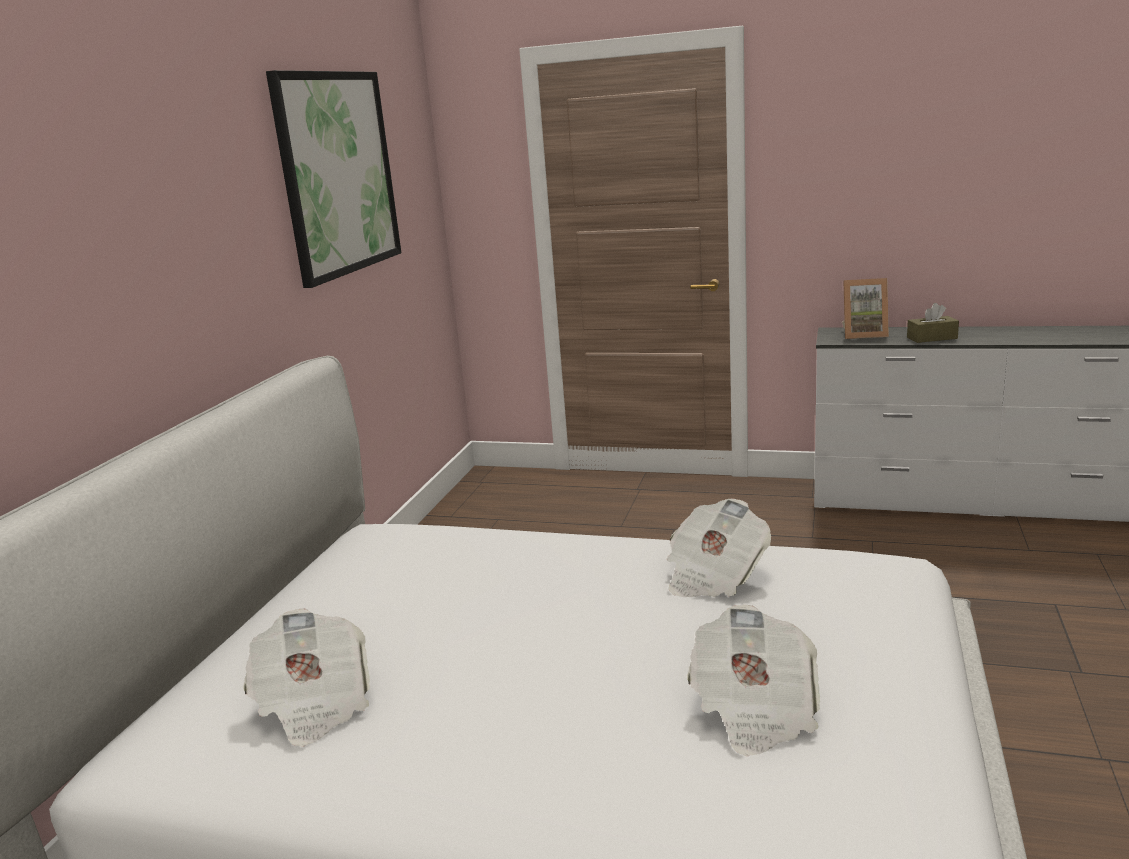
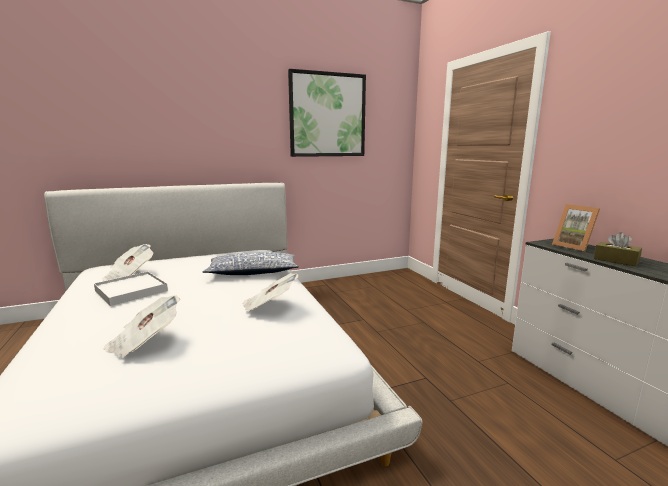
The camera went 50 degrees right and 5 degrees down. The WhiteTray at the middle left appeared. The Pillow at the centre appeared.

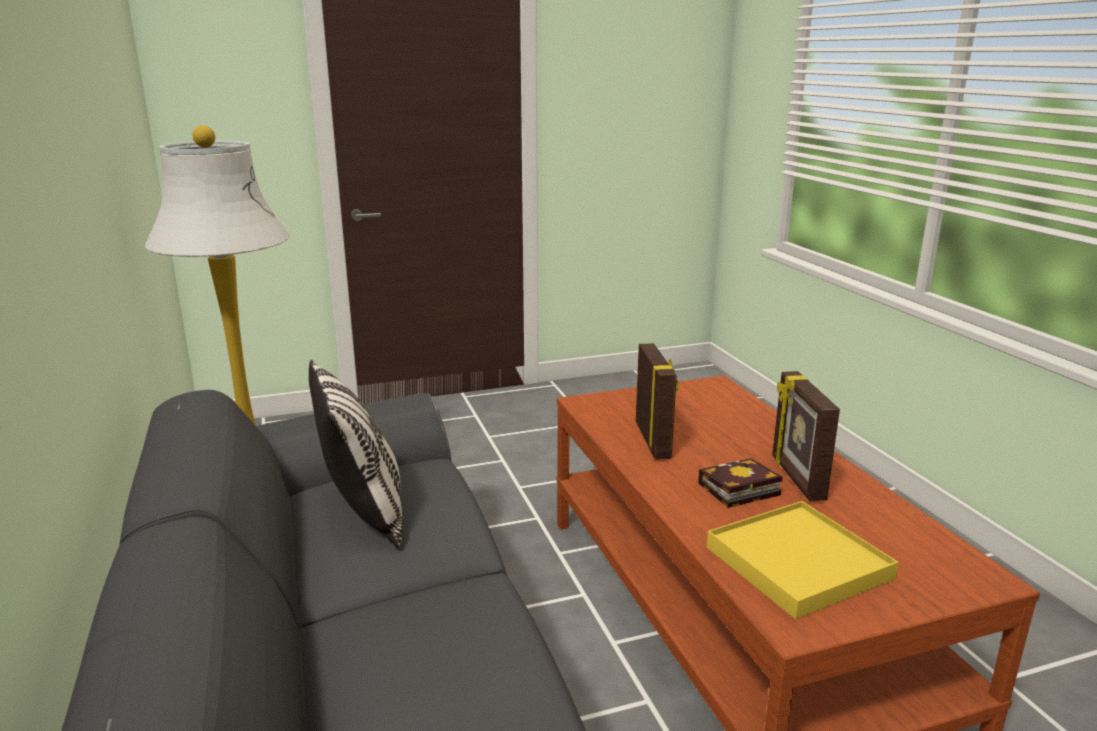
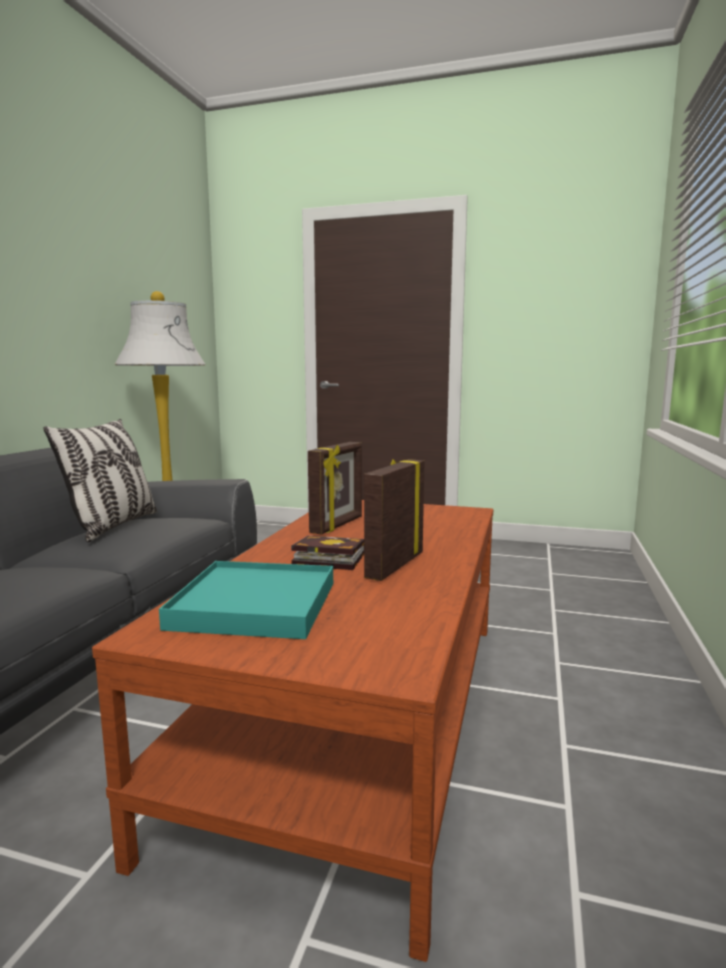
The camera went 35 degrees right and 10 degrees down. The YellowTray at the bottom right became the TurquoiseTray at the centre.

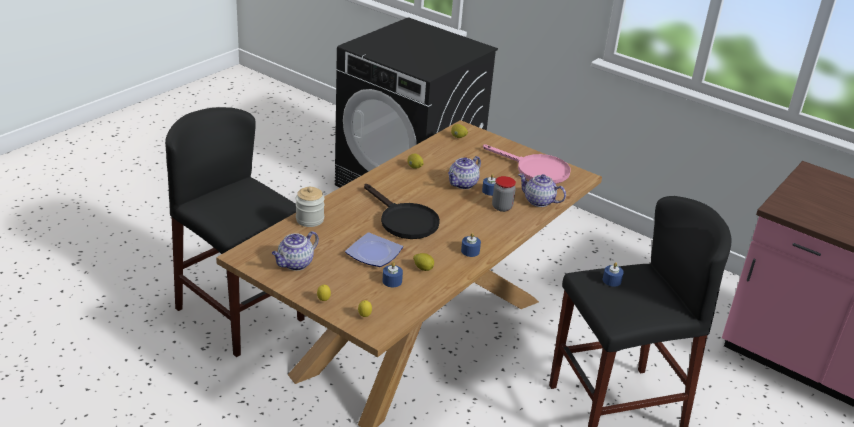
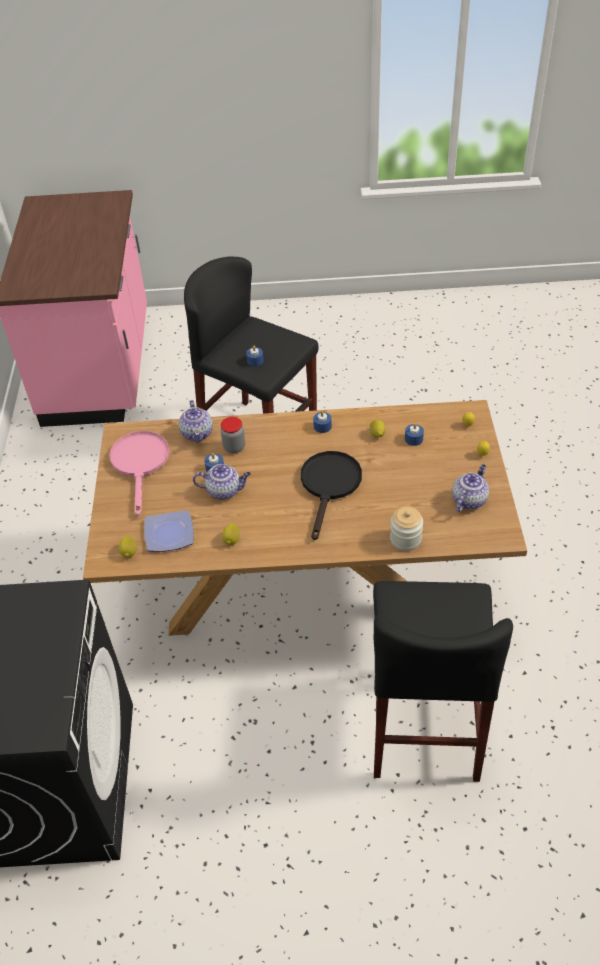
The camera went 125 degrees left and 15 degrees up. The Plate moved from the centre to the middle left. The Teapot (no. 1 from left in the first image) at the centre turned 60 degrees counterclockwise.

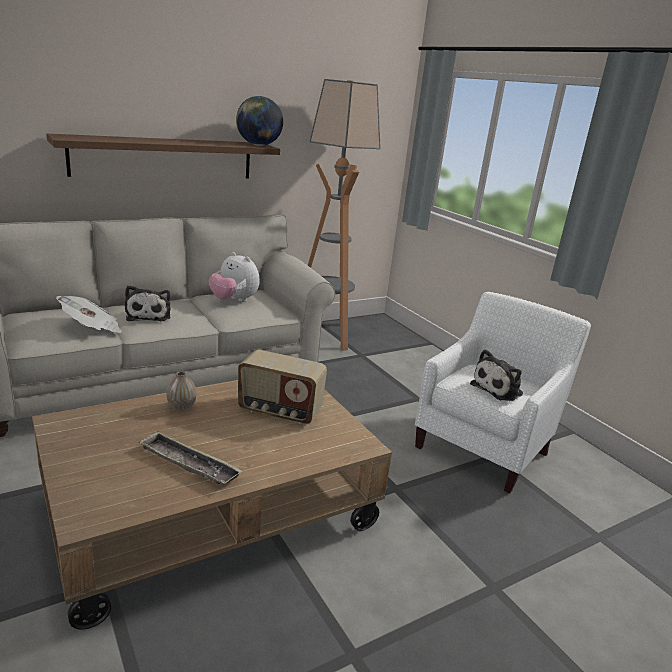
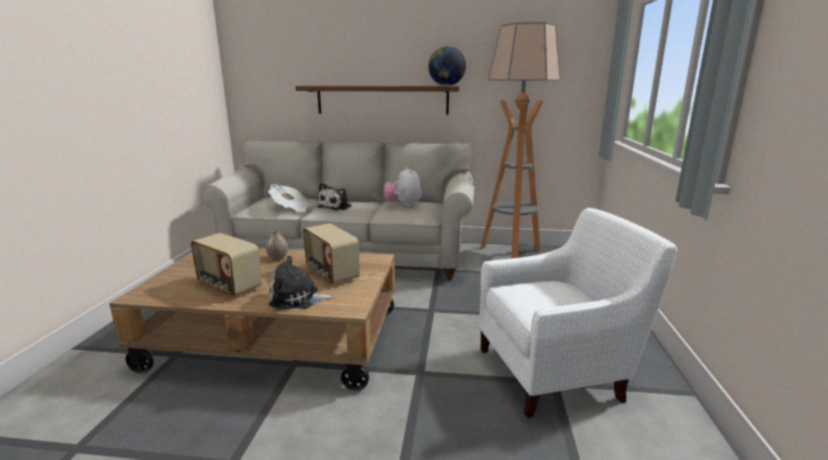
The camera went 40 degrees right and 5 degrees down. The Tray at the bottom left was replaced by the Radio (no. 1 from left) at the middle left. The PlushToy (no. 3 from left in the first image) moved from the middle right to the centre.

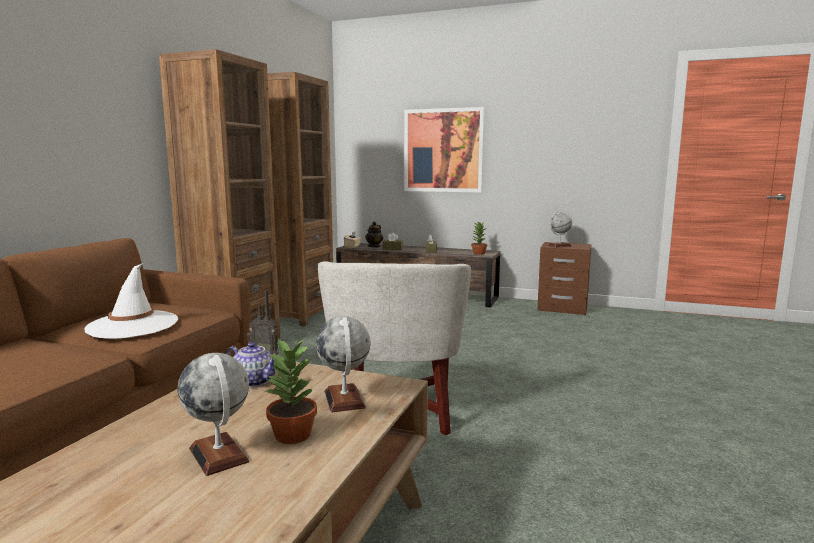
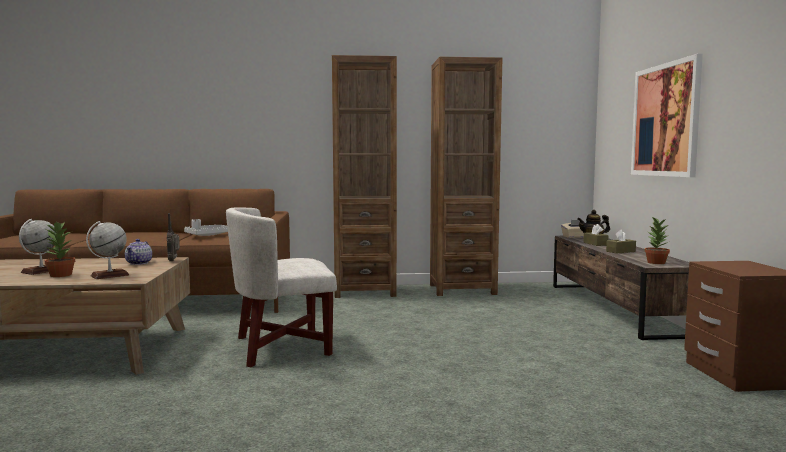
The camera went 65 degrees right and 5 degrees down. The WhiteHat at the middle left was replaced by the GreyTray at the middle left. The Globe (no. 3 from left) at the middle right disappeared.

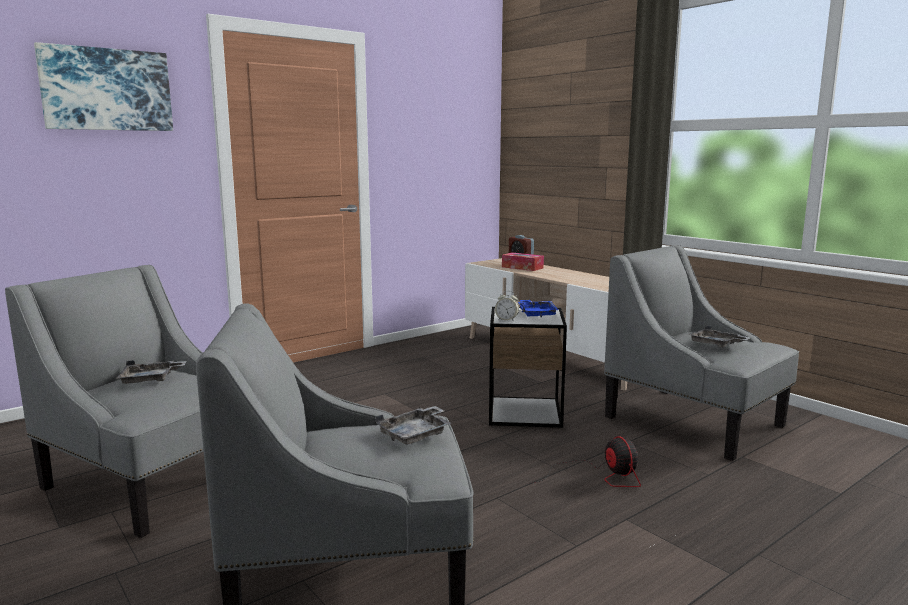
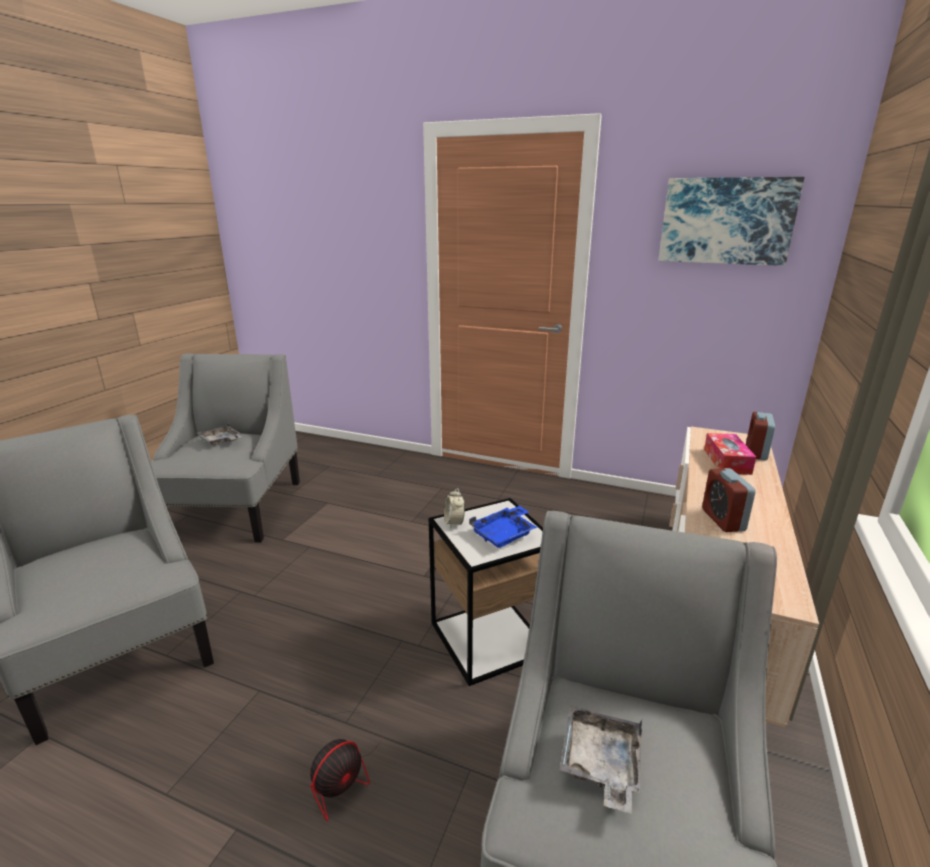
The camera went 60 degrees right and 10 degrees up. The Picture moved from the top left to the top right. The AlarmClock (no. 2 from left) at the middle right appeared. The GreyTray (no. 2 from left) at the bottom centre disappeared.

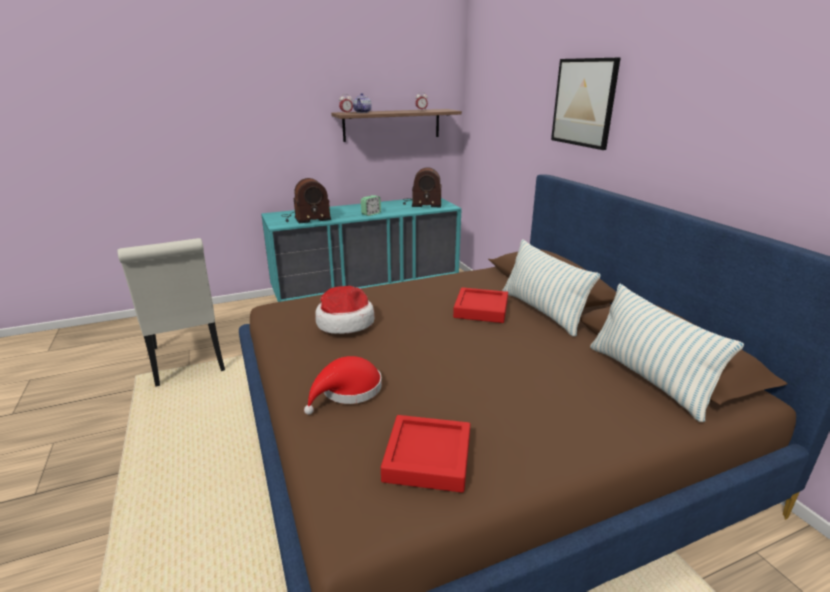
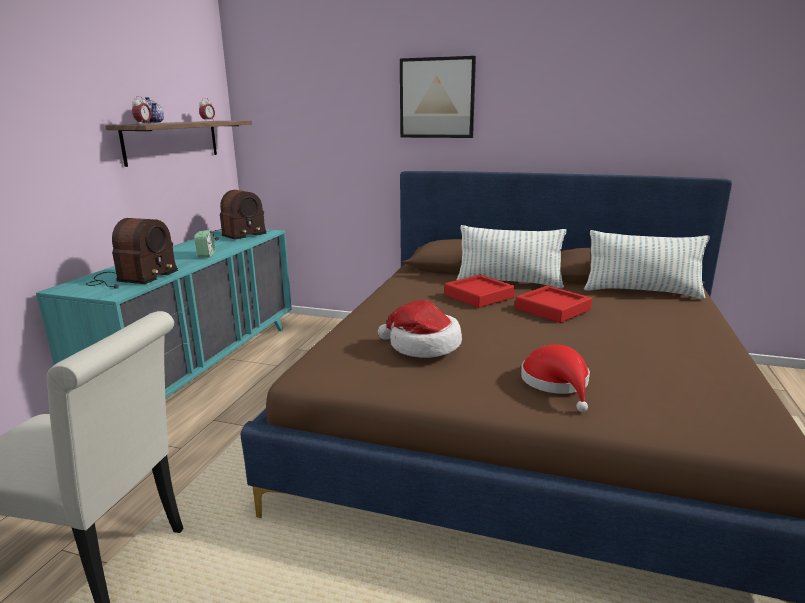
The camera went 50 degrees left and 5 degrees down. The RedTray (no. 1 from left in the first image) moved from the bottom centre to the middle right.

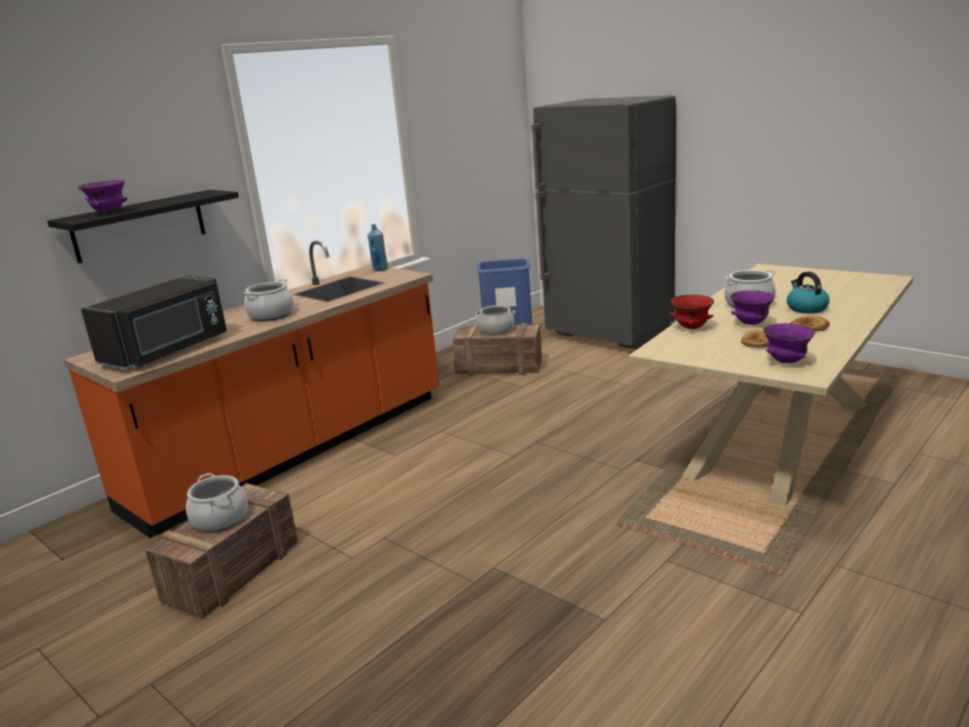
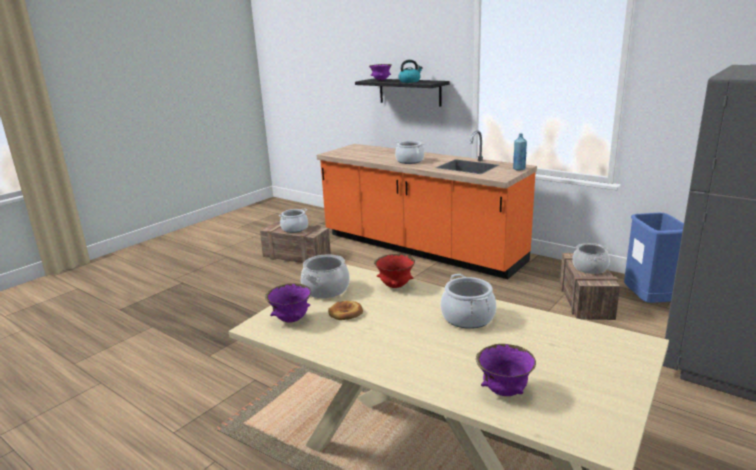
The camera went 85 degrees right and 0 degrees up. The CookingPot (no. 2 from left) at the centre appeared. The Kettle moved from the middle right to the top centre. The PurpleBowl (no. 2 from left in the first image) moved from the middle right to the bottom right. The BlackMicrowave at the middle left disappeared. The Bread (no. 2 from left) at the middle right disappeared.

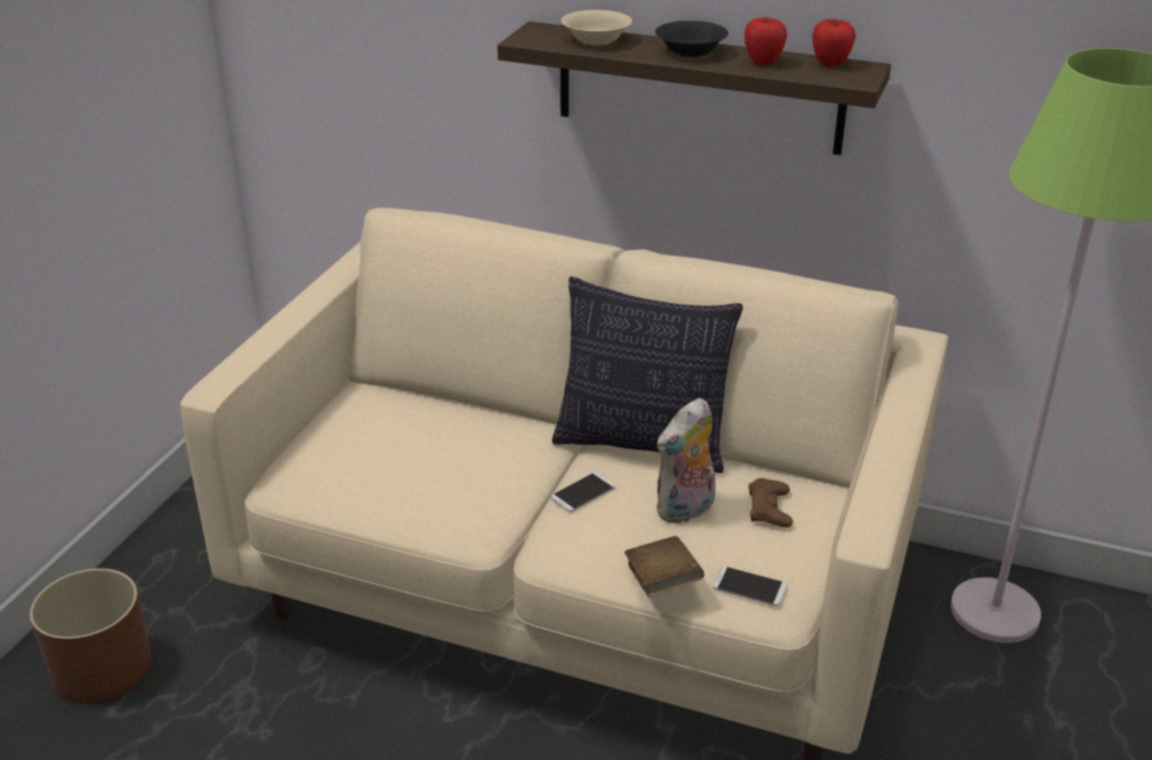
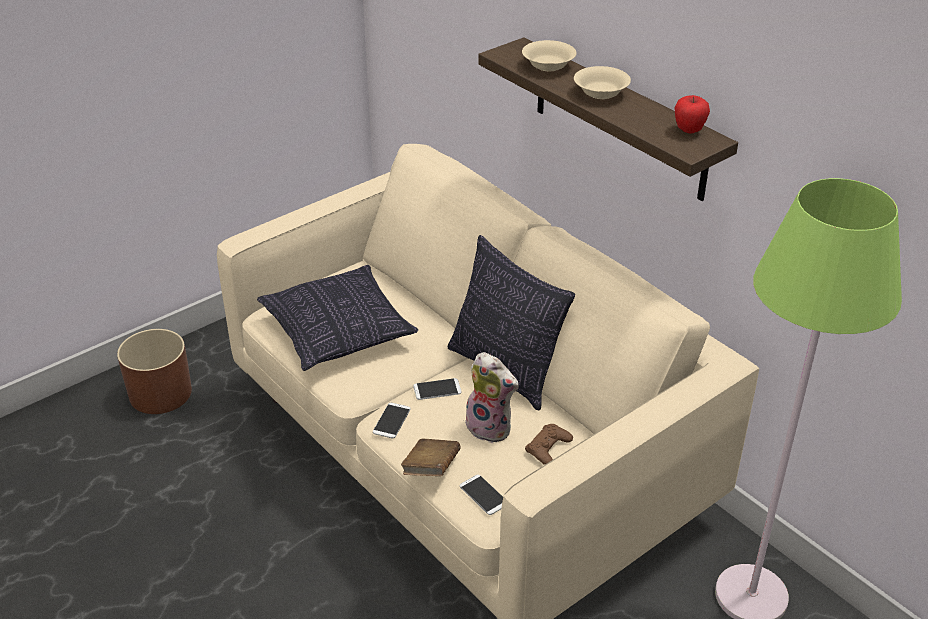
The camera went 30 degrees right and 5 degrees up. The Pillow (no. 1 from left) at the centre appeared. The Phone (no. 1 from left) at the bottom centre appeared. The PlushToy at the centre turned 135 degrees counterclockwise. The BlackBowl at the top centre became the BeigeBowl (no. 2 from left) at the top centre. The Apple (no. 1 from left) at the top centre disappeared.

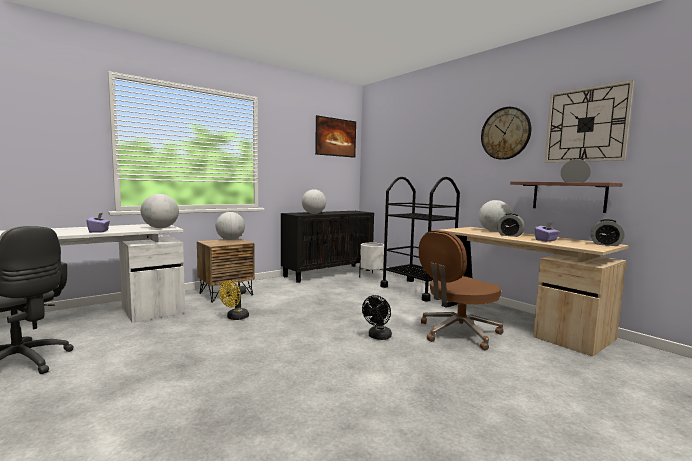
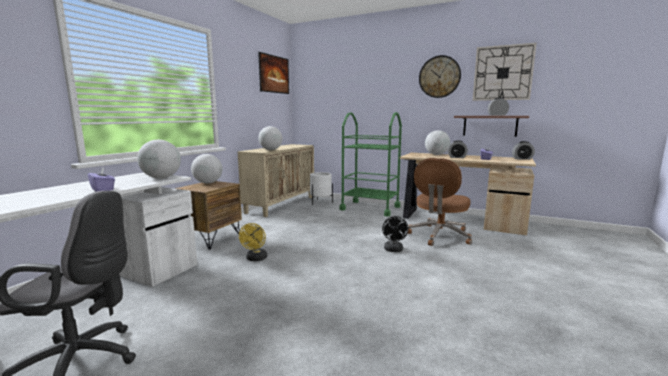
The camera went 25 degrees left and 5 degrees up. The BlackCabinet at the centre became the BeigeCabinet at the centre. The BlackCart at the centre became the GreenCart at the centre.

